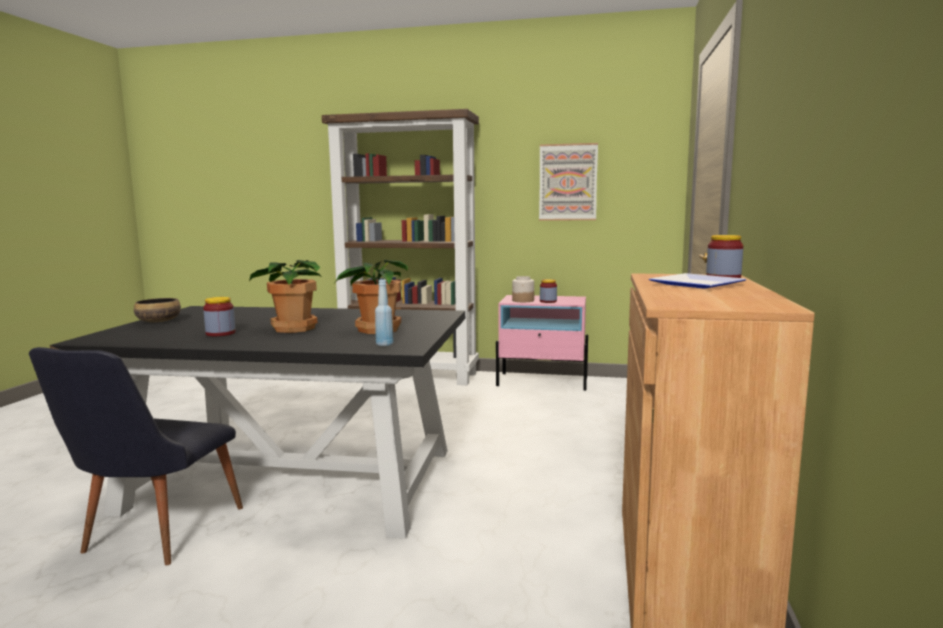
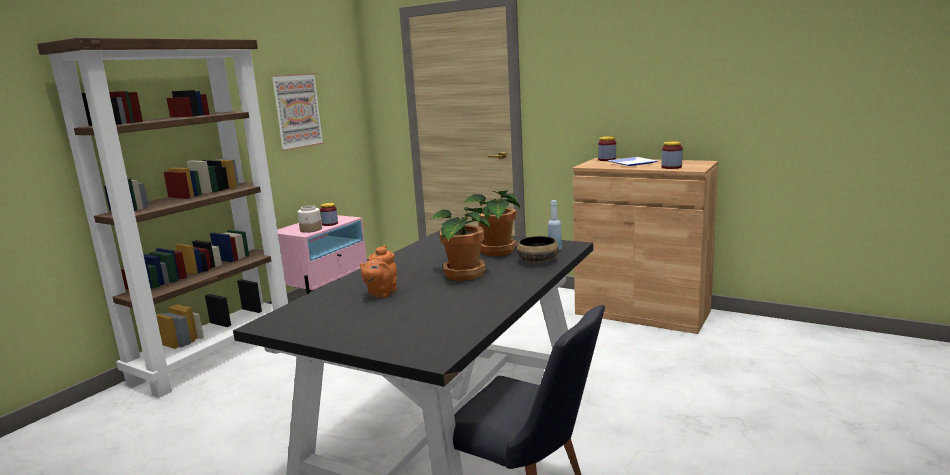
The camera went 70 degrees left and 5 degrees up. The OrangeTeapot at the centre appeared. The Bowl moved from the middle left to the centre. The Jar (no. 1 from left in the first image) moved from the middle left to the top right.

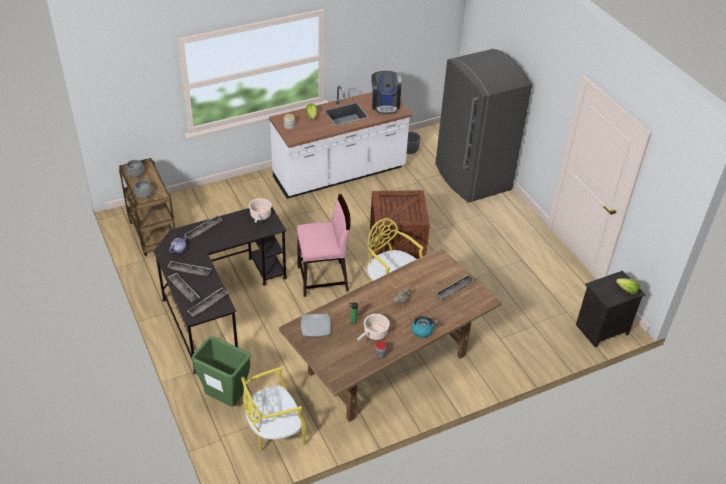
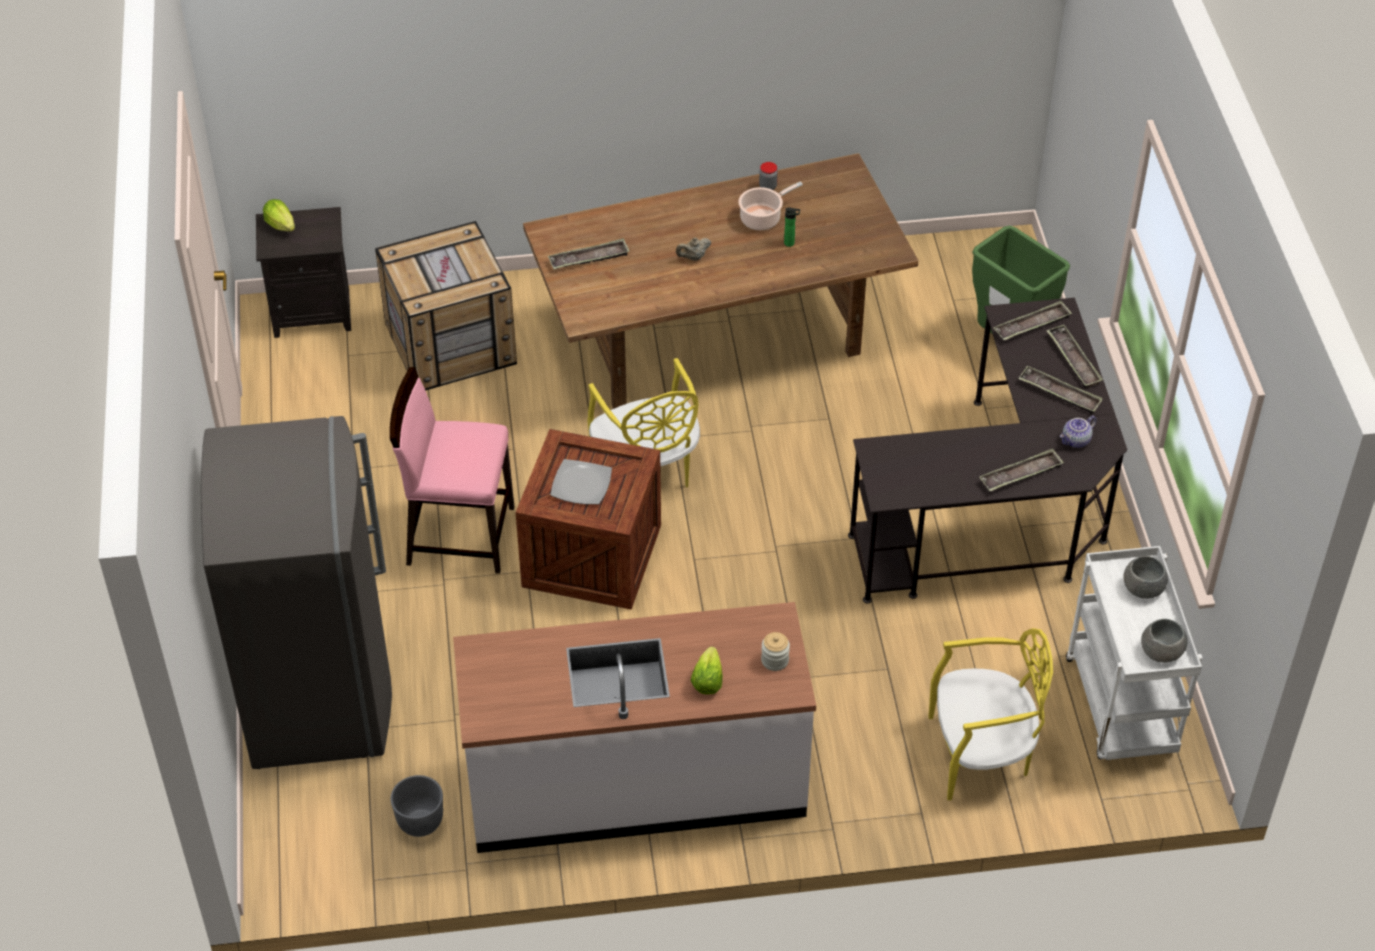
The camera went 160 degrees left and 5 degrees up. The Crate (no. 1 from left) at the top left appeared. The PinkChair moved from the centre to the middle left. The Plate moved from the bottom centre to the centre. The YellowChair (no. 1 from left in the first image) moved from the bottom centre to the bottom right. The BrownCart at the middle left became the WhiteCart at the bottom right. The CookingPot (no. 1 from left) at the centre disappeared. The CoffeeMachine at the top centre disappeared. The Kettle at the bottom centre disappeared.

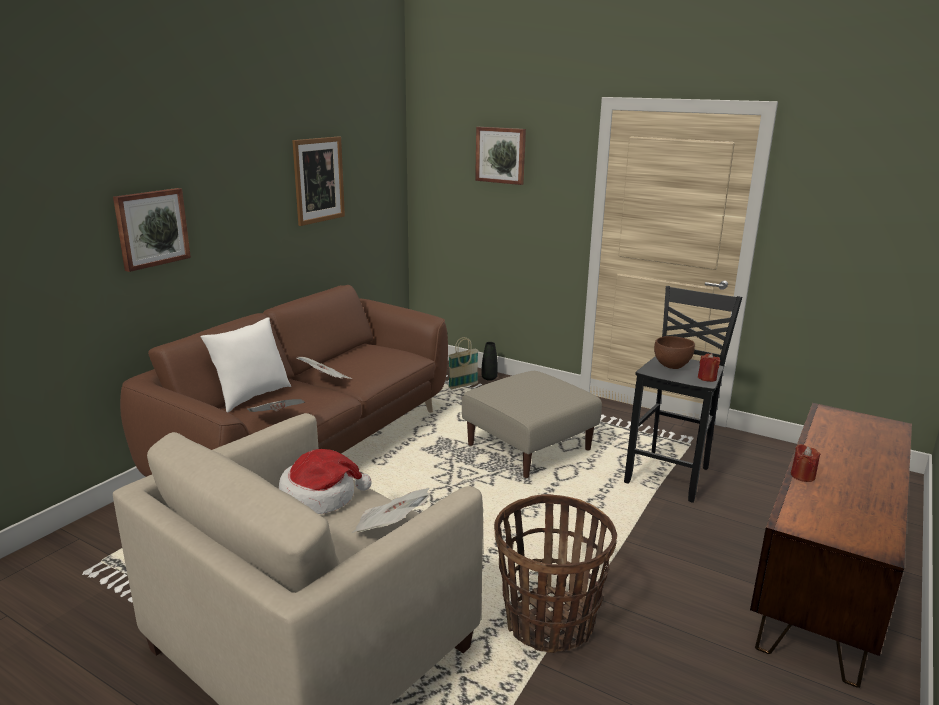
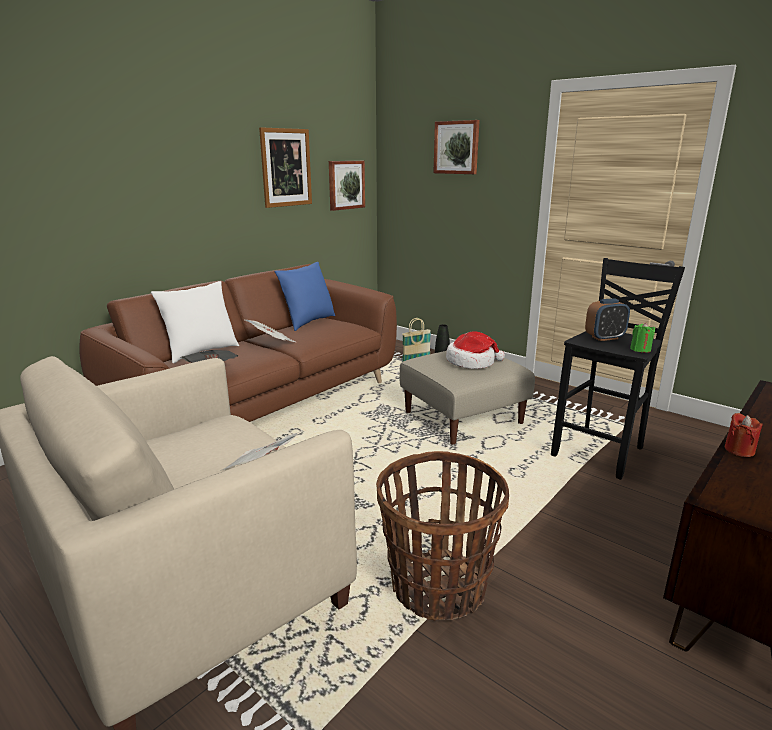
The camera went 10 degrees right and 0 degrees up. The BluePillow at the centre appeared. The Picture (no. 1 from left in the first image) moved from the top left to the top centre. The Hat moved from the bottom centre to the centre. The BrownBowl at the middle right was replaced by the AlarmClock at the middle right. The RedCandle (no. 1 from left) at the middle right became the GreenCandle at the middle right.

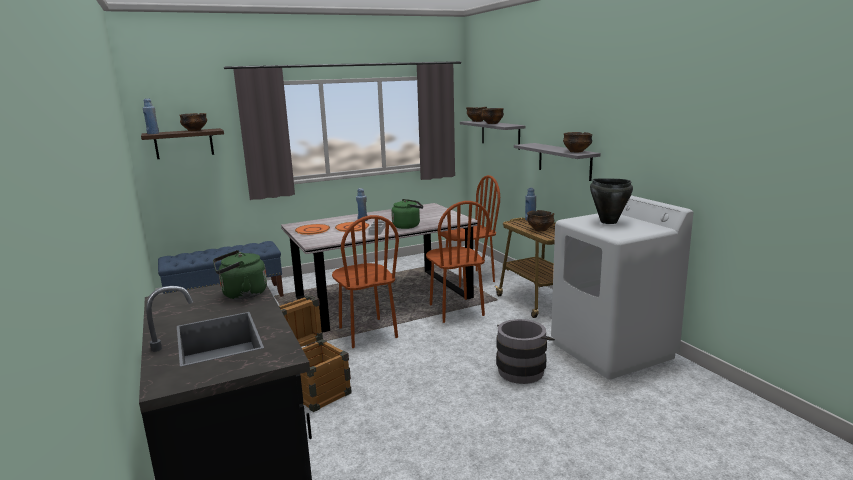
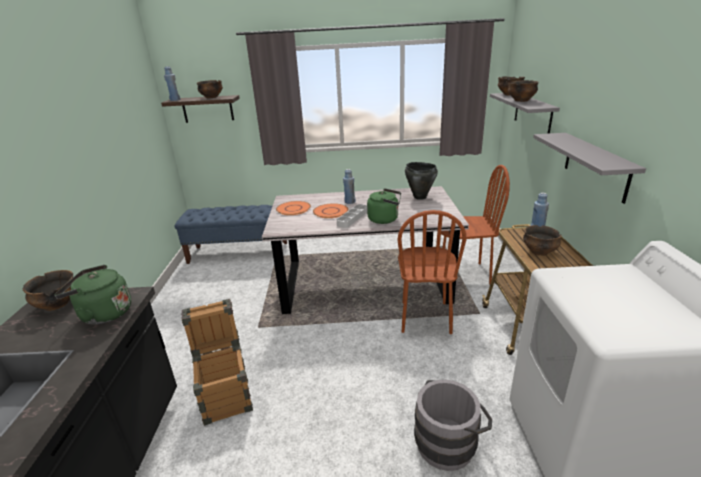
The camera went 25 degrees right and 10 degrees up. The Bowl (no. 5 from left in the first image) moved from the top right to the middle left. The BlackCookingPot moved from the middle right to the centre. The BrownChair (no. 1 from left) at the centre disappeared.

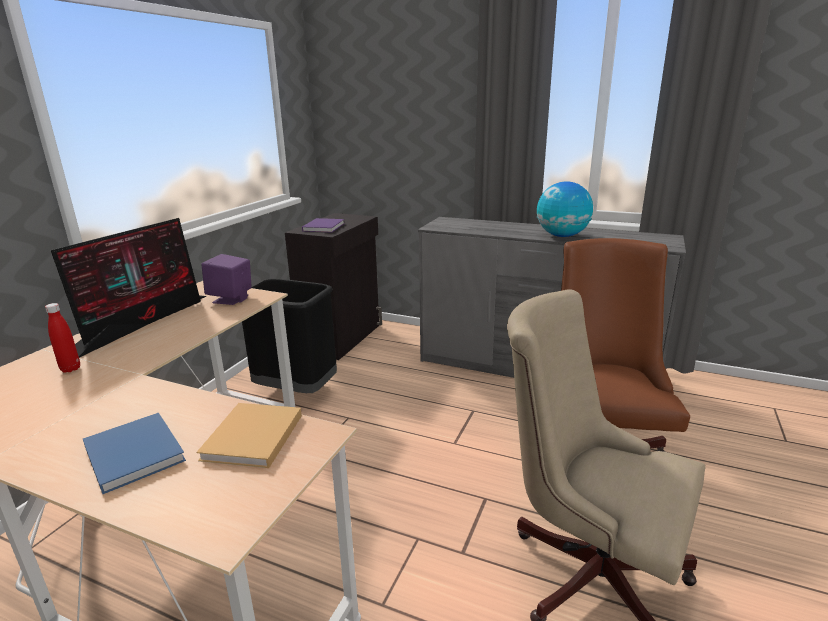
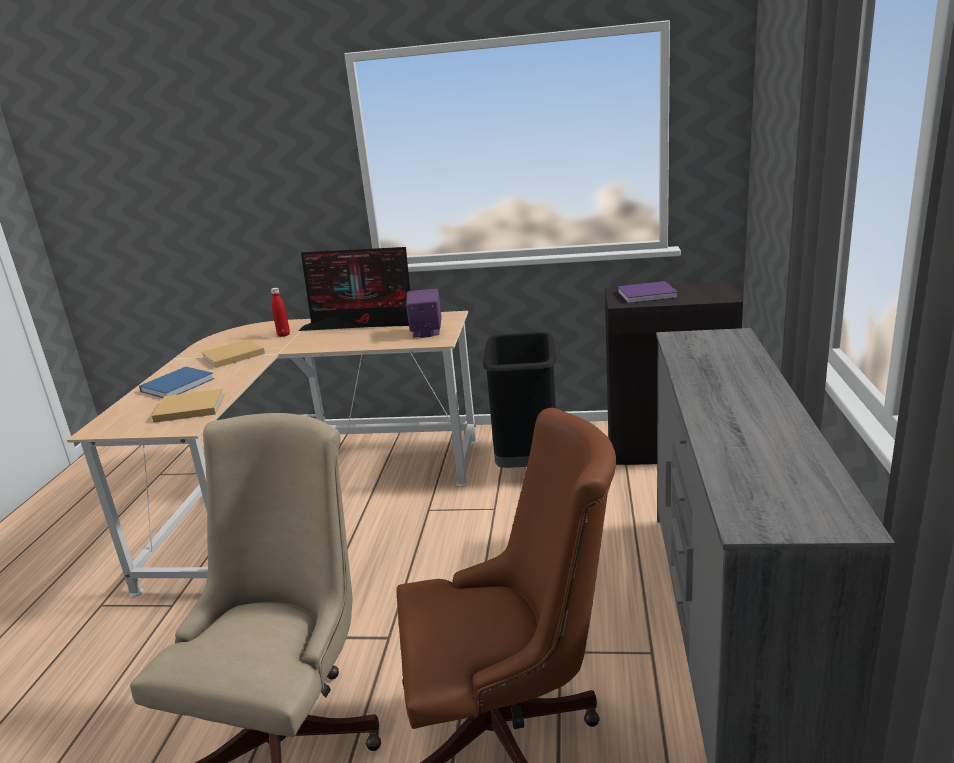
The camera went 75 degrees right and 0 degrees up. The BeigeBook (no. 2 from left) at the middle left appeared. The Globe at the middle right disappeared.

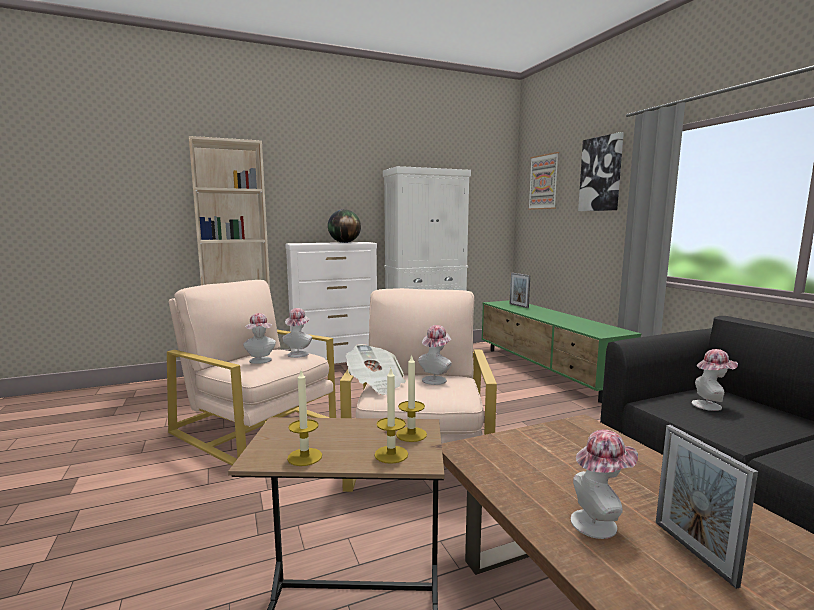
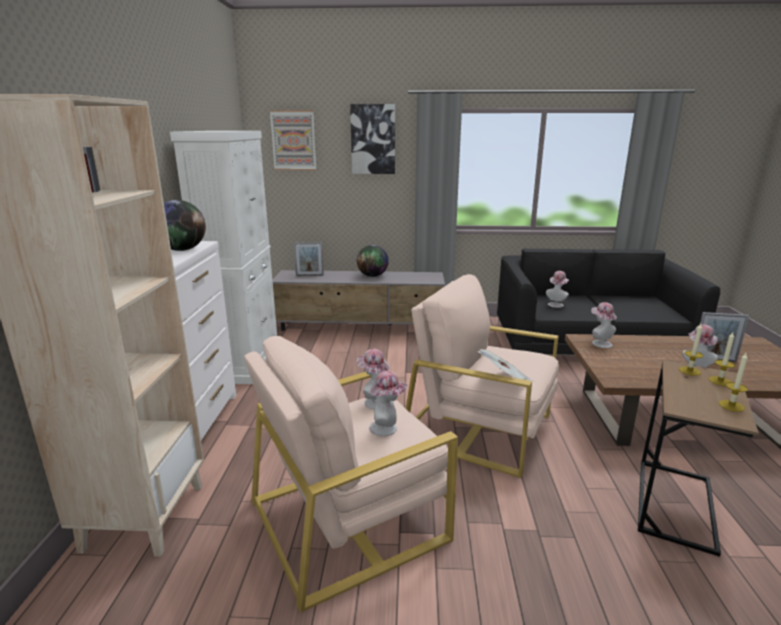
The camera went 65 degrees left and 10 degrees up. The GreenTvStand at the middle right became the GreyTvStand at the centre. The Globe (no. 2 from left) at the centre appeared. The Hat (no. 3 from left in the first image) moved from the centre to the middle right.

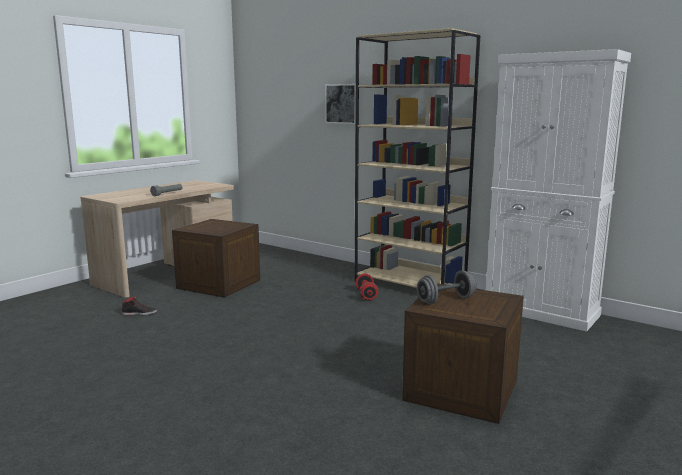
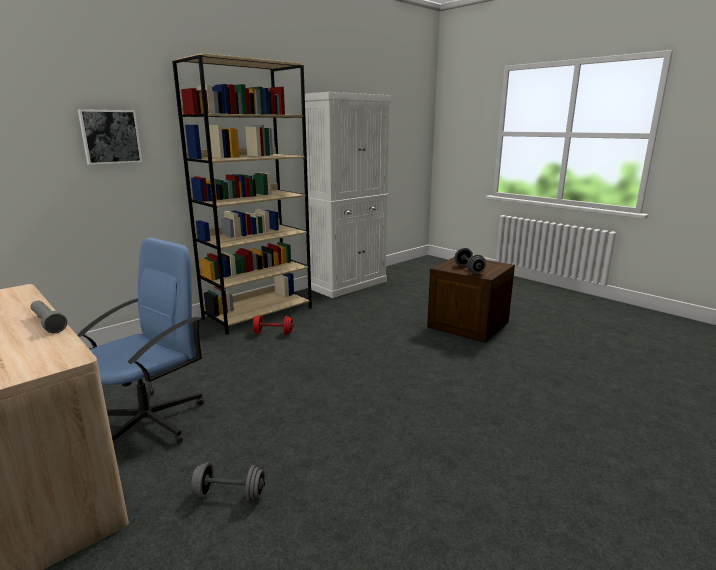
The camera went 80 degrees left and 5 degrees up. The Crate (no. 1 from left) at the middle left was replaced by the BlueOfficeChair at the middle left. The BlackShoe at the middle left was replaced by the GreyDumbbell (no. 1 from left) at the bottom left.

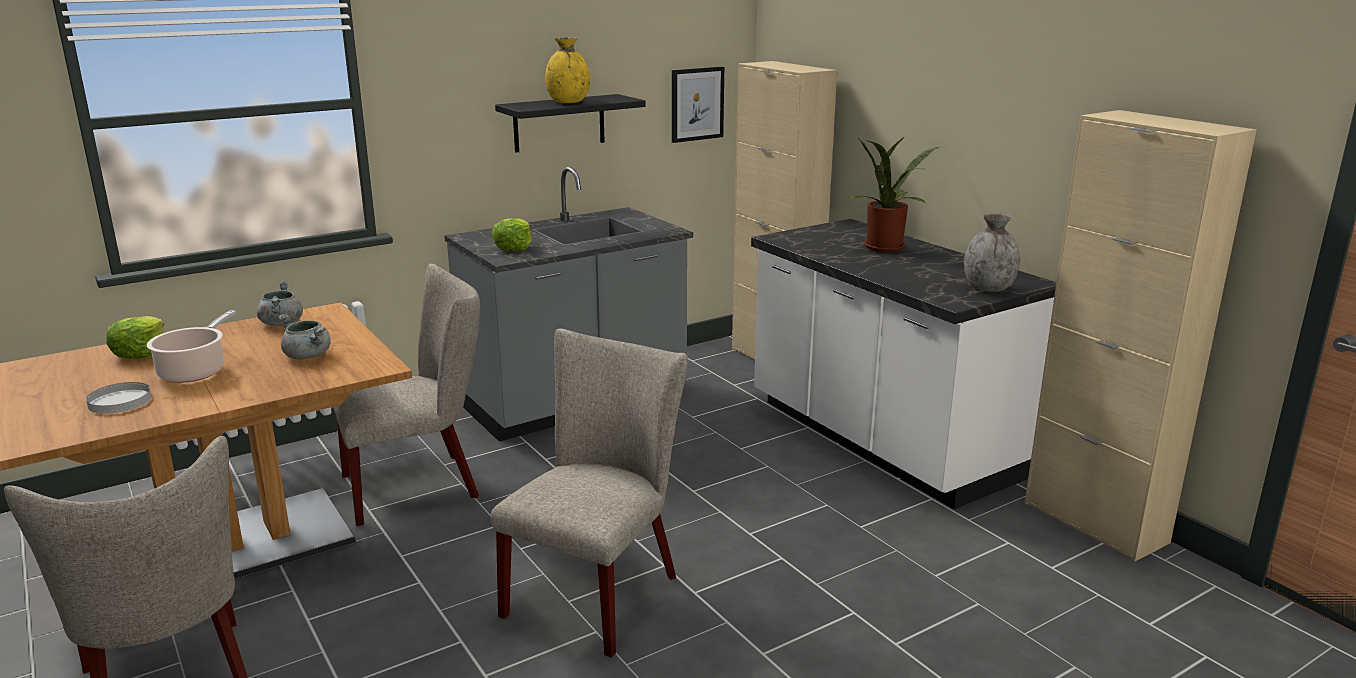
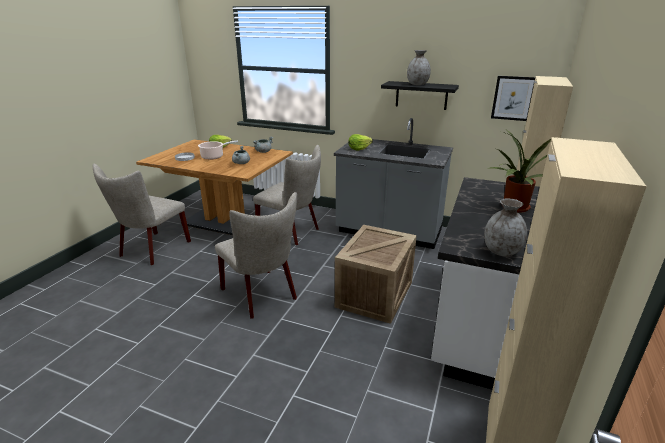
The camera went 55 degrees right and 5 degrees up. The BeigeChair (no. 3 from left in the first image) at the bottom centre turned 60 degrees clockwise. The Crate at the centre appeared. The YellowVase at the top centre became the GreyVase (no. 1 from left) at the top centre.

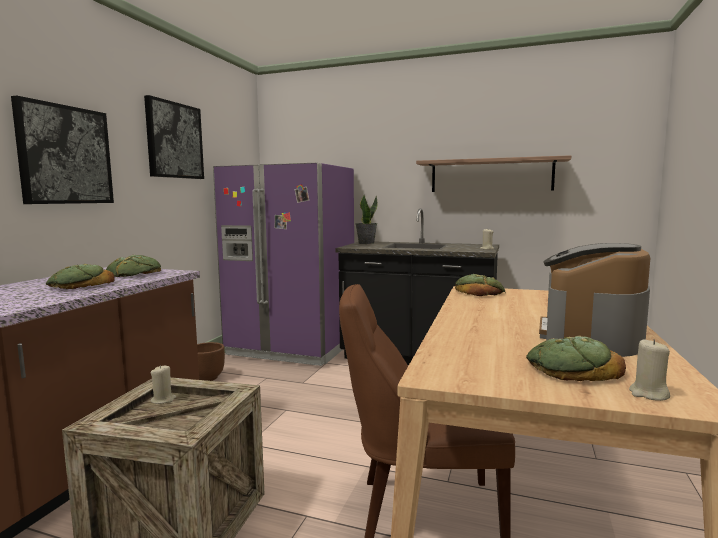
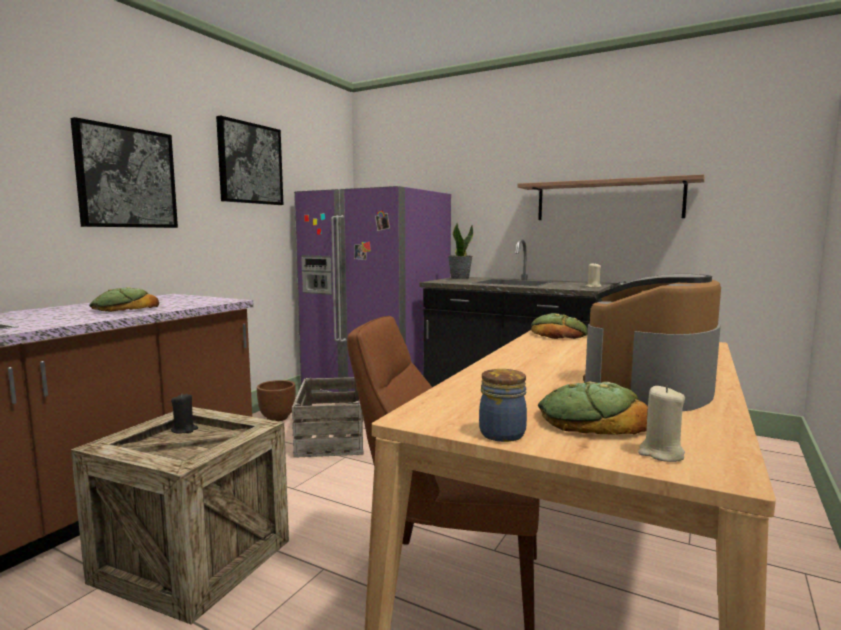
The camera went 10 degrees right and 0 degrees up. The BeigeCandle (no. 1 from left) at the bottom left became the BlackCandle at the middle left. The Crate (no. 2 from left) at the centre appeared. The Jar at the centre appeared. The Bread (no. 2 from left) at the middle left disappeared.

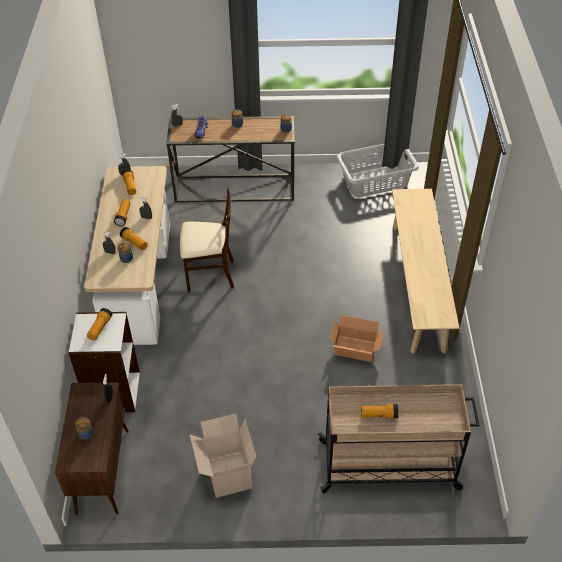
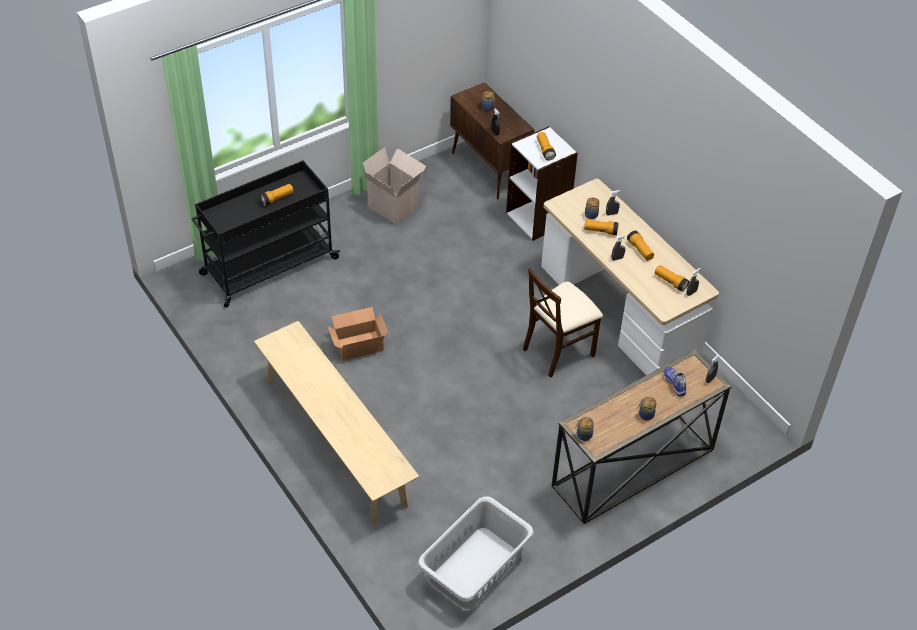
The camera went 145 degrees right and 0 degrees up. The BeigeCart at the bottom right became the BlackCart at the middle left.

